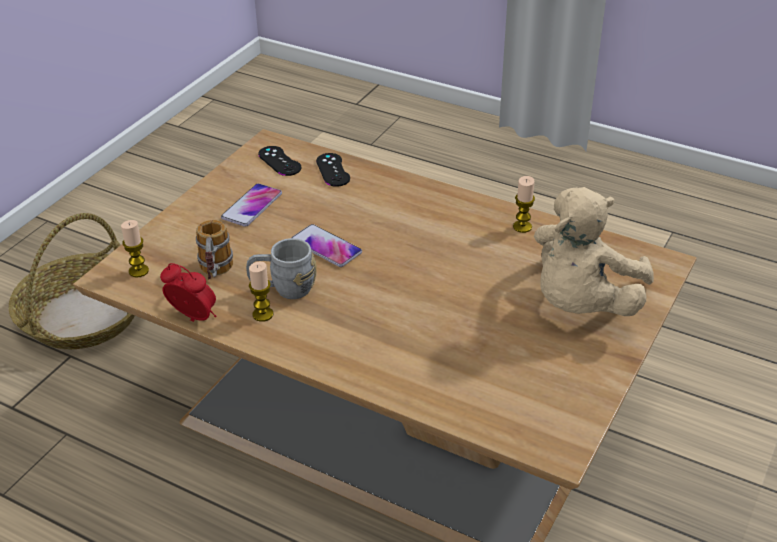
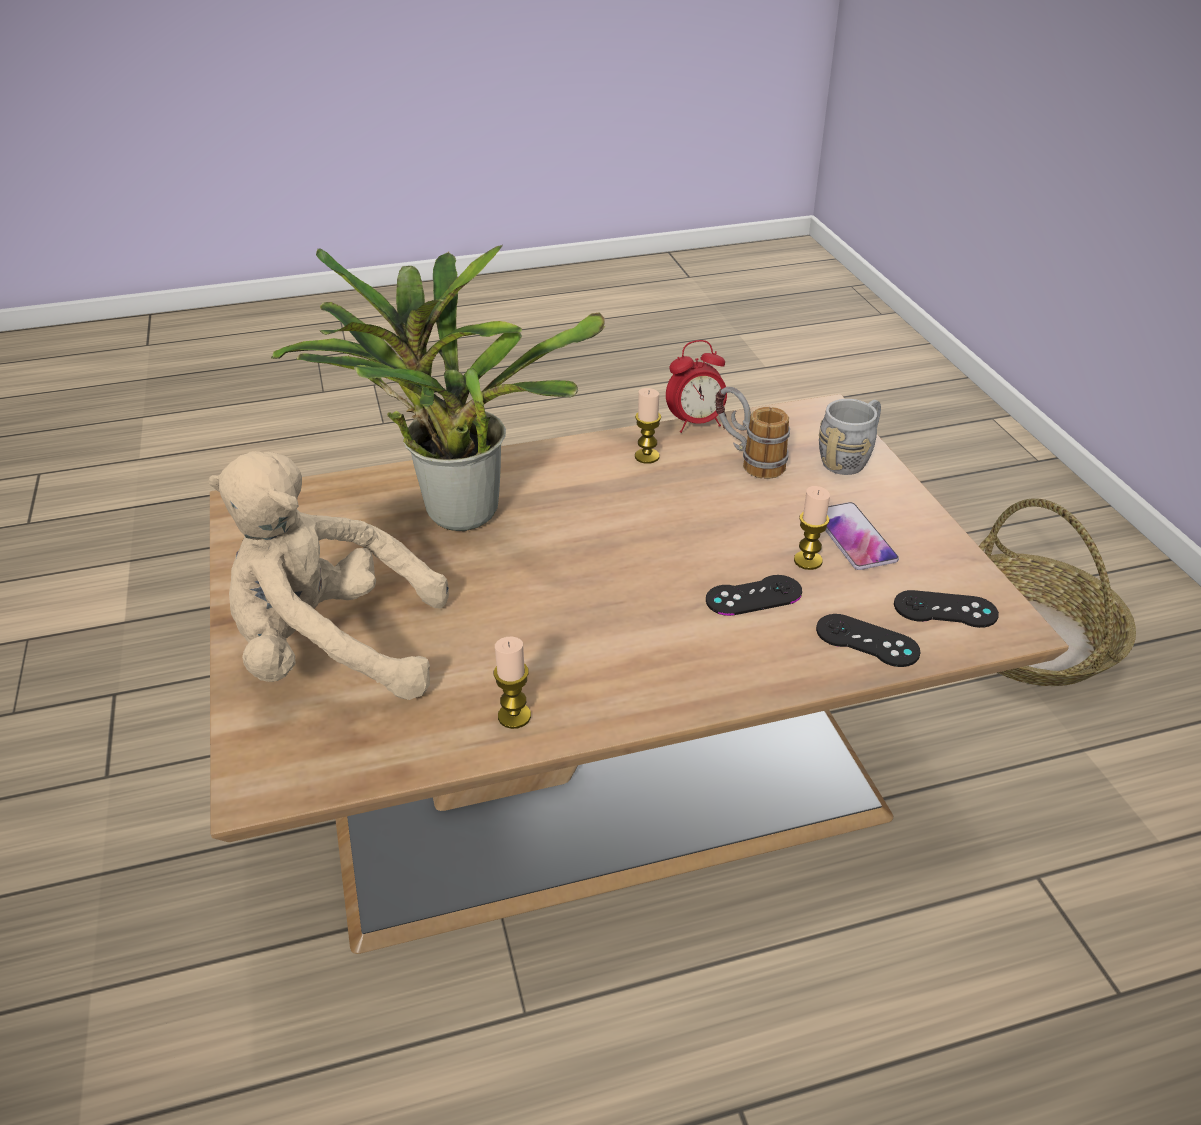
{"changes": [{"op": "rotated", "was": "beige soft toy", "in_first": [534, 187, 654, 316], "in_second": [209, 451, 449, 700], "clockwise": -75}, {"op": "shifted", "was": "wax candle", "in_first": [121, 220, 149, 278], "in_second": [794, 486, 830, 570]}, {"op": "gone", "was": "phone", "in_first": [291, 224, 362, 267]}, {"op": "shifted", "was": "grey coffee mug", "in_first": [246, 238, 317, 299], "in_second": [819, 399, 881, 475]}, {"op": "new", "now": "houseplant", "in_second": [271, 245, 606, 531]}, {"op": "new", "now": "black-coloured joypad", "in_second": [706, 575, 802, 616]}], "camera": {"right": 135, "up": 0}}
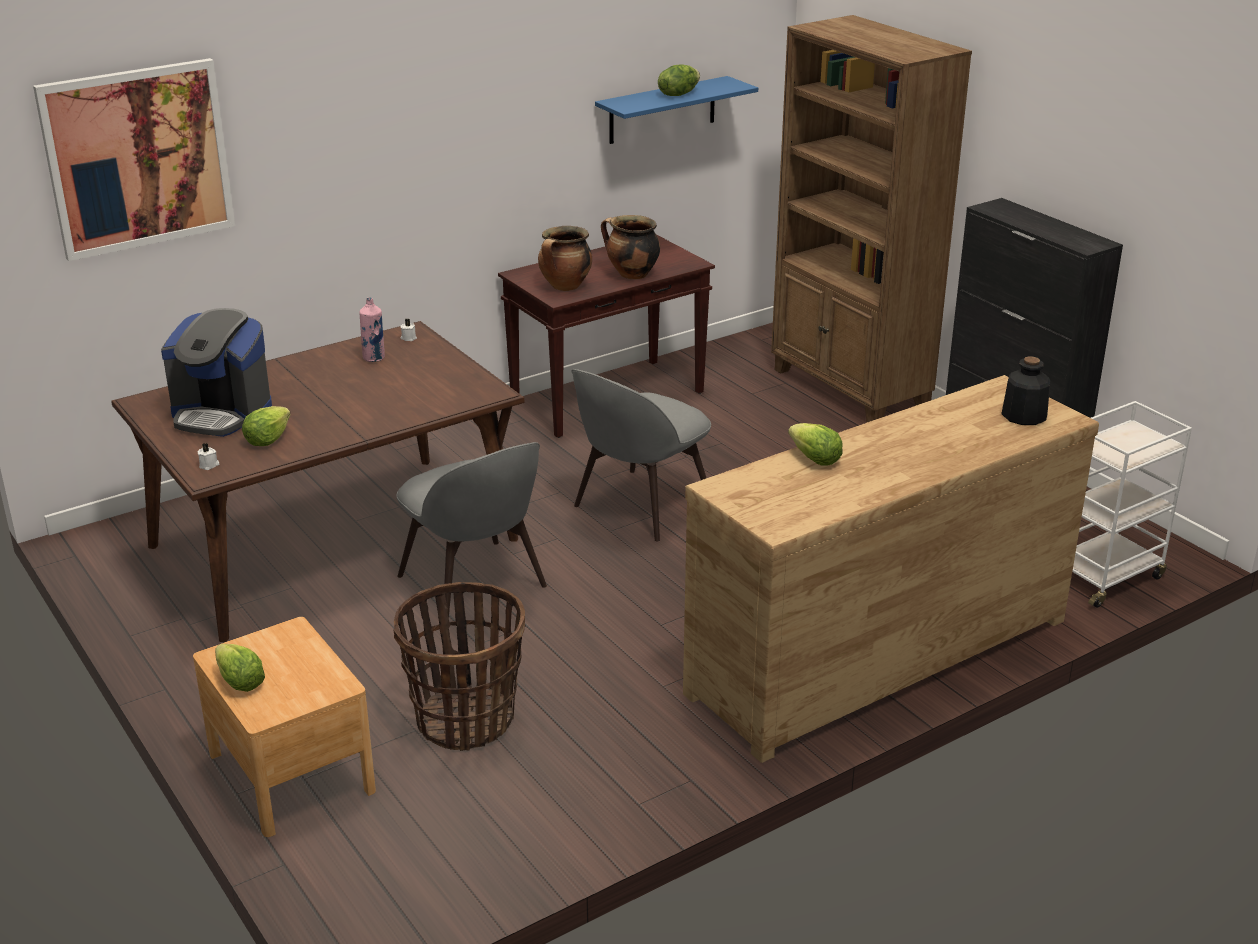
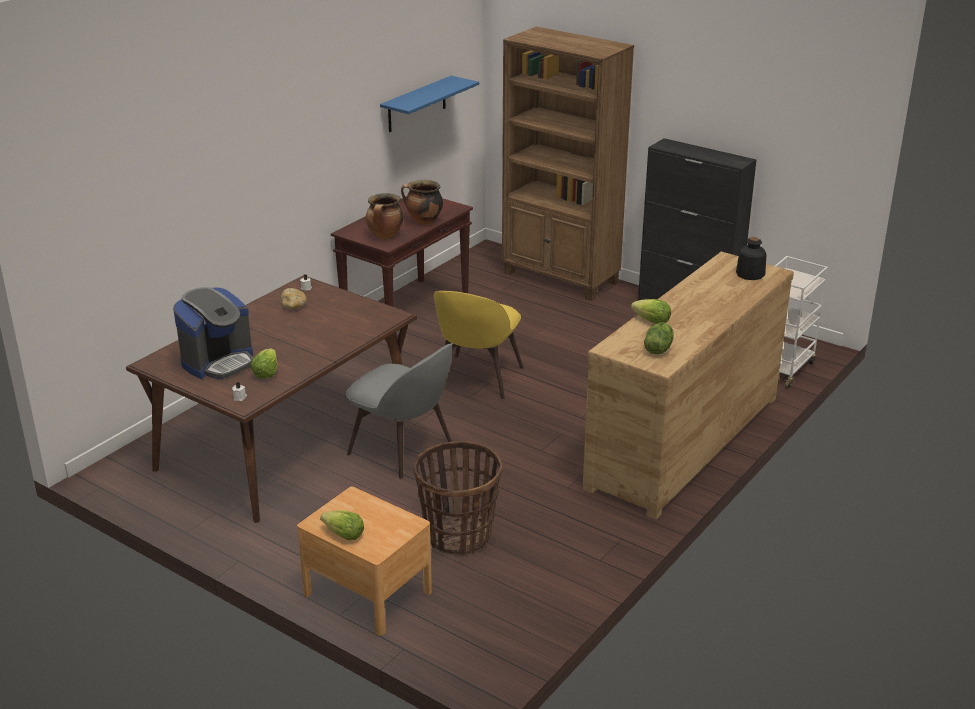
{"changes": [{"op": "gone", "was": "wall picture", "in_first": [33, 58, 235, 261]}, {"op": "shifted", "was": "lettuce head", "in_first": [658, 64, 700, 96], "in_second": [644, 322, 674, 354]}, {"op": "swapped", "was": "pink beverage bottle", "now": "baked bread", "in_first": [359, 297, 385, 362], "in_second": [281, 288, 307, 309]}, {"op": "rotated", "was": "coffee machine", "in_first": [161, 308, 272, 437], "in_second": [173, 287, 253, 379], "clockwise": -45}, {"op": "repainted", "was": "grey upright chair", "now": "yellowish upright chair", "in_first": [571, 369, 711, 542], "in_second": [434, 291, 523, 399]}], "camera": {"right": -20, "up": 0}}
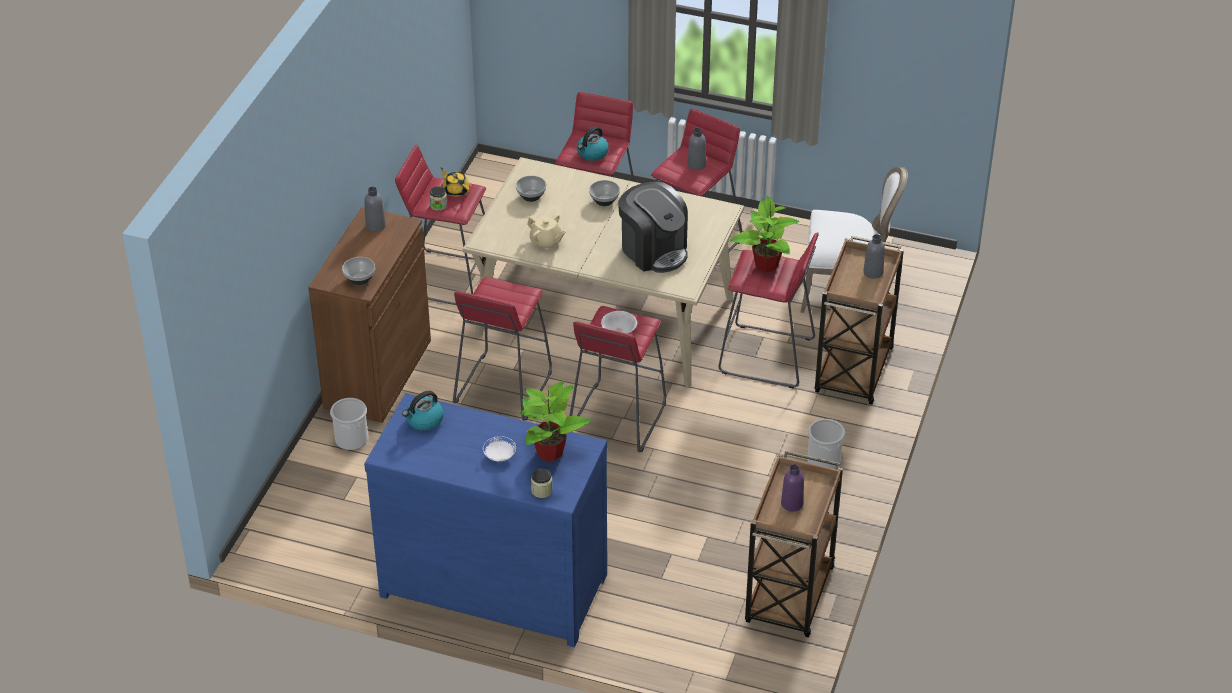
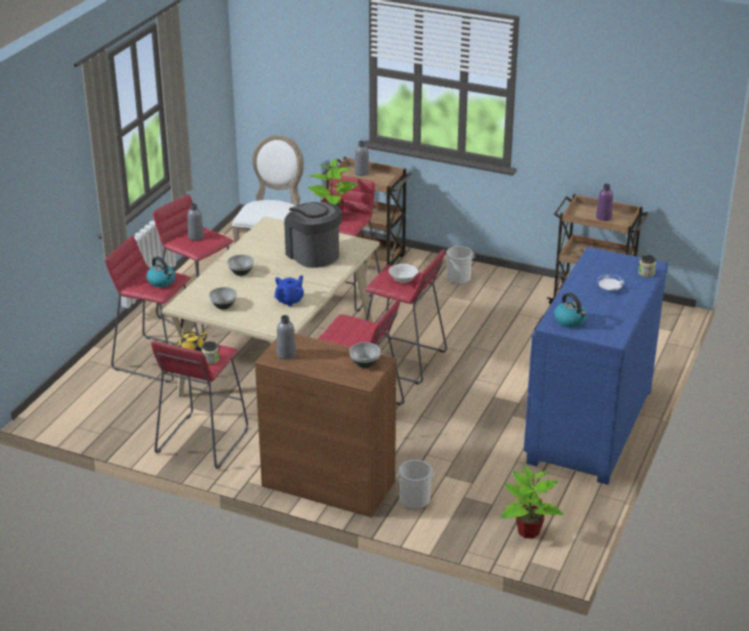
{"changes": [{"op": "rotated", "was": "coffee machine", "in_first": [618, 182, 688, 273], "in_second": [284, 202, 342, 268], "clockwise": -90}, {"op": "repainted", "was": "beige tea pot", "now": "blue-coloured tea pot", "in_first": [527, 214, 565, 250], "in_second": [274, 275, 304, 307]}, {"op": "shifted", "was": "houseplant", "in_first": [520, 381, 591, 461], "in_second": [501, 466, 563, 539]}], "camera": {"right": -85, "up": -10}}
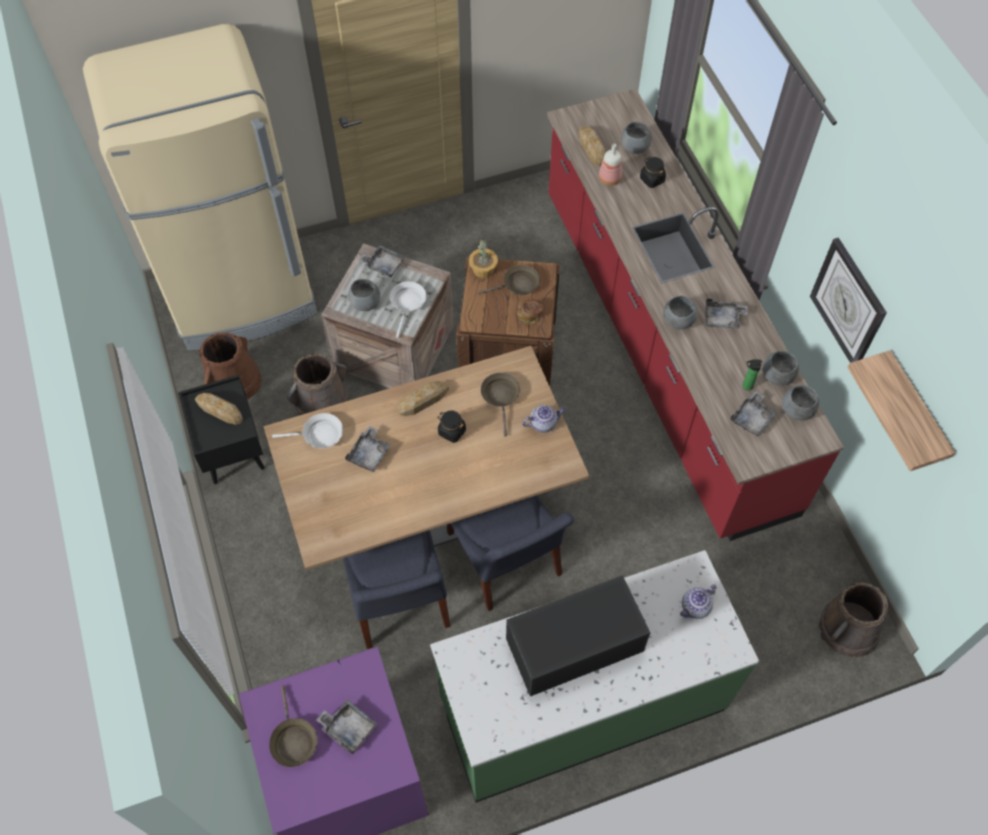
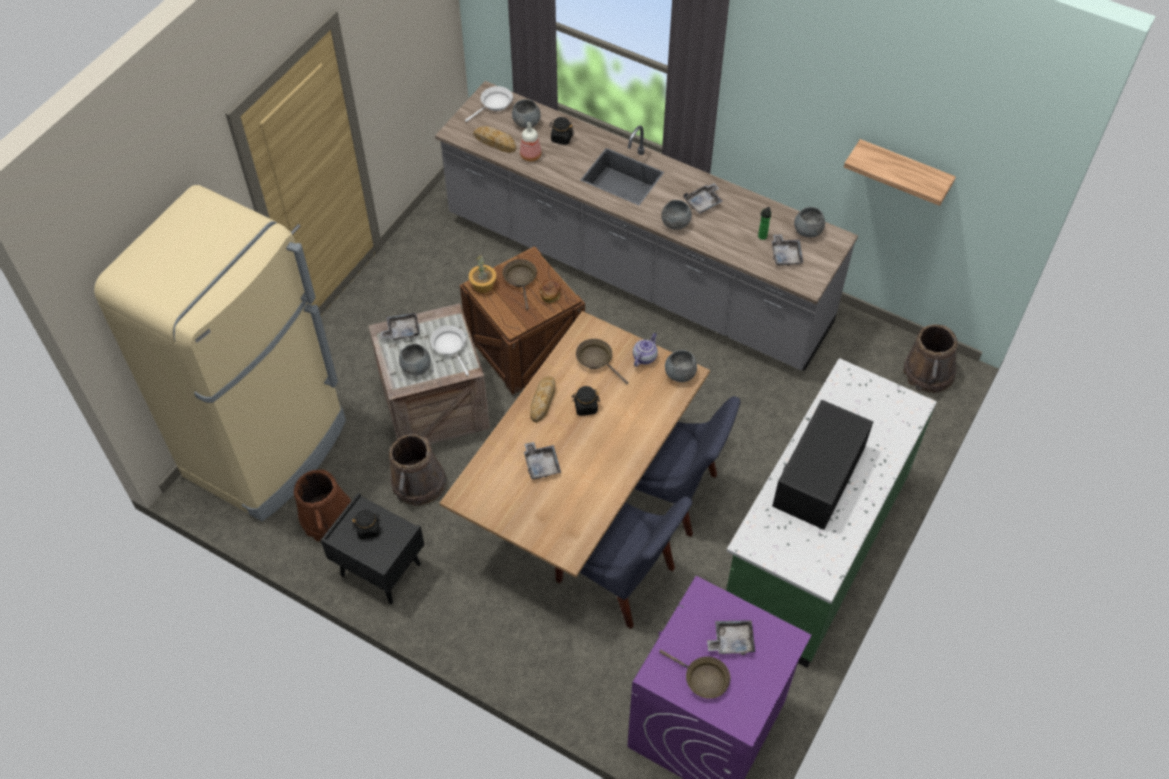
{"changes": [{"op": "repainted", "was": "red-coloured counter", "now": "grey counter", "in_first": [547, 89, 844, 541], "in_second": [435, 81, 858, 371]}, {"op": "gone", "was": "hanging clock", "in_first": [810, 238, 887, 363]}, {"op": "rotated", "was": "brownish pan", "in_first": [478, 265, 540, 295], "in_second": [503, 259, 537, 310], "clockwise": -45}, {"op": "shifted", "was": "grey deep dish", "in_first": [763, 351, 799, 386], "in_second": [665, 350, 697, 382]}, {"op": "swapped", "was": "baked bread", "now": "black-coloured storage jar", "in_first": [195, 393, 243, 425], "in_second": [352, 510, 381, 539]}, {"op": "shifted", "was": "white-coloured pan", "in_first": [272, 413, 343, 448], "in_second": [465, 86, 513, 122]}, {"op": "gone", "was": "tea pot", "in_first": [680, 584, 717, 619]}], "camera": {"right": -40, "up": -5}}
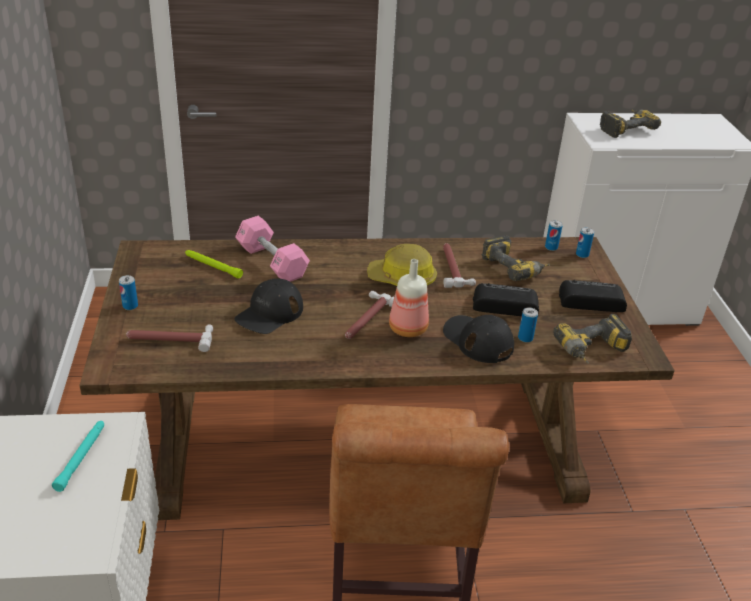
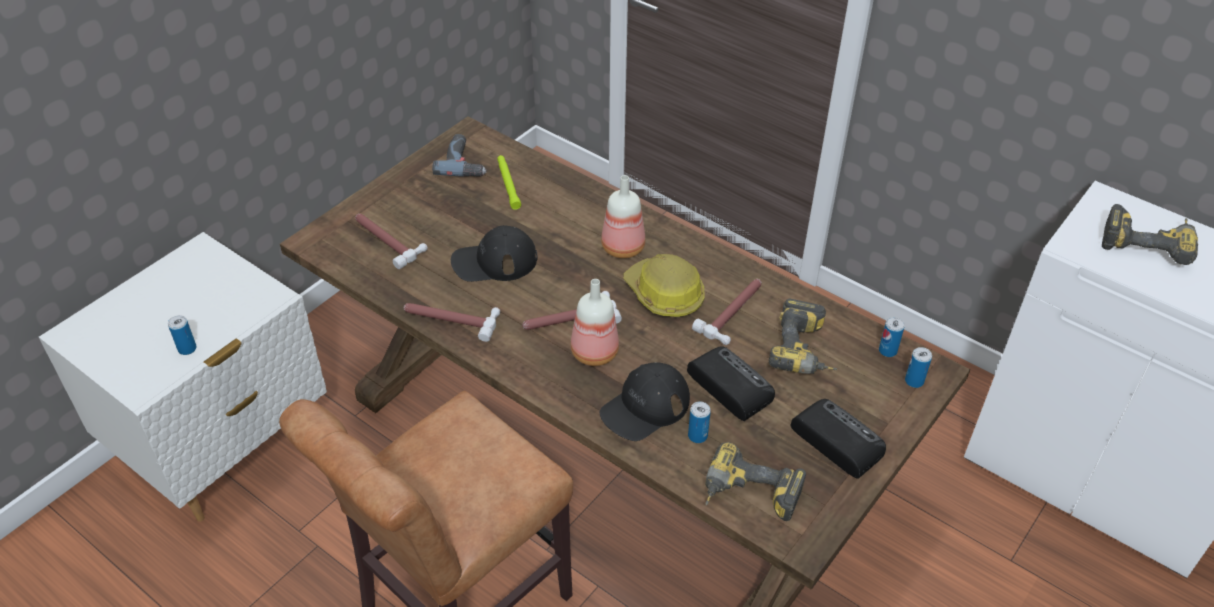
{"changes": [{"op": "gone", "was": "pink hand weight", "in_first": [235, 216, 310, 282]}, {"op": "shifted", "was": "can", "in_first": [119, 275, 138, 310], "in_second": [168, 315, 197, 355]}, {"op": "rotated", "was": "black-coloured peaked cap", "in_first": [443, 315, 514, 363], "in_second": [600, 362, 690, 441], "clockwise": -135}, {"op": "gone", "was": "turquoise hand torch", "in_first": [52, 421, 104, 492]}, {"op": "new", "now": "power drill", "in_second": [432, 134, 487, 177]}, {"op": "new", "now": "beverage bottle", "in_second": [601, 175, 645, 258]}, {"op": "new", "now": "hand hammer", "in_second": [404, 303, 500, 342]}], "camera": {"right": 45, "up": 10}}
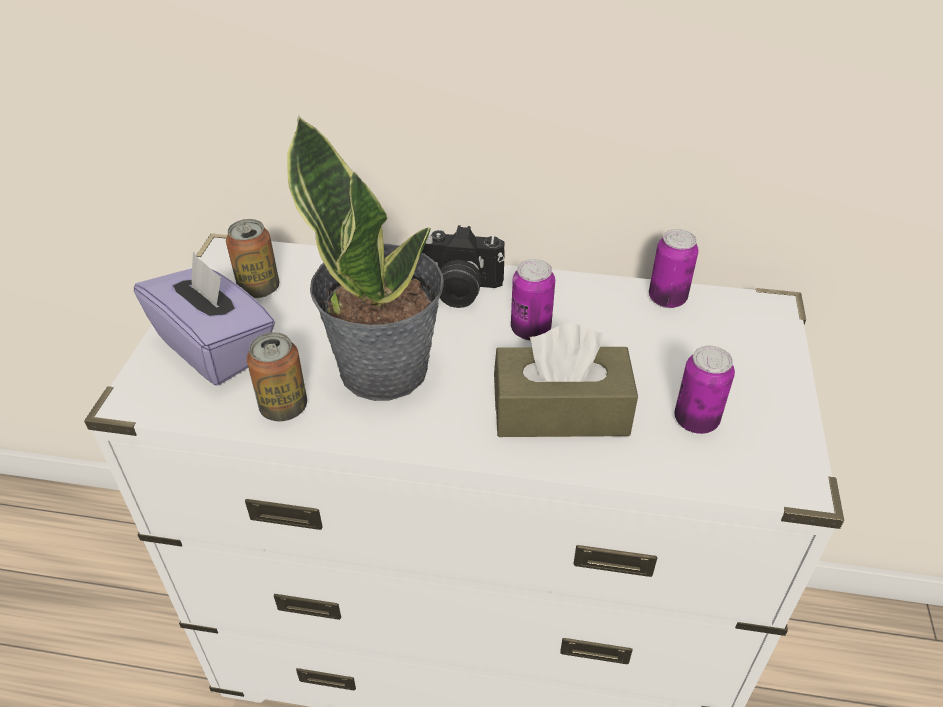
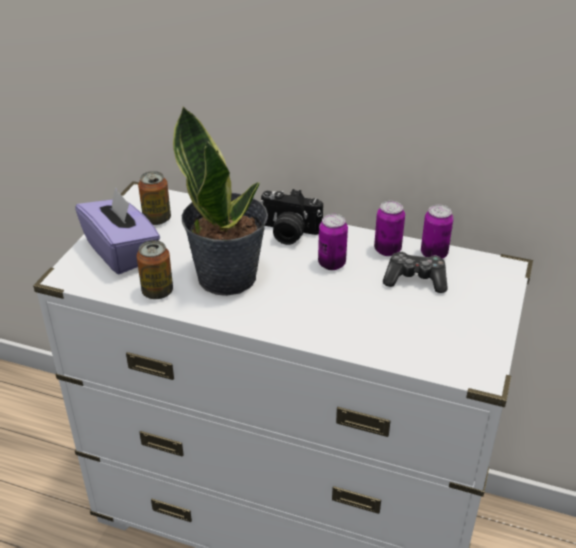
{"changes": [{"op": "gone", "was": "brownish tissue box", "in_first": [494, 323, 638, 437]}, {"op": "shifted", "was": "can", "in_first": [674, 346, 735, 434], "in_second": [374, 201, 405, 256]}, {"op": "new", "now": "joypad", "in_second": [383, 252, 448, 293]}], "camera": {"right": 10, "up": -5}}
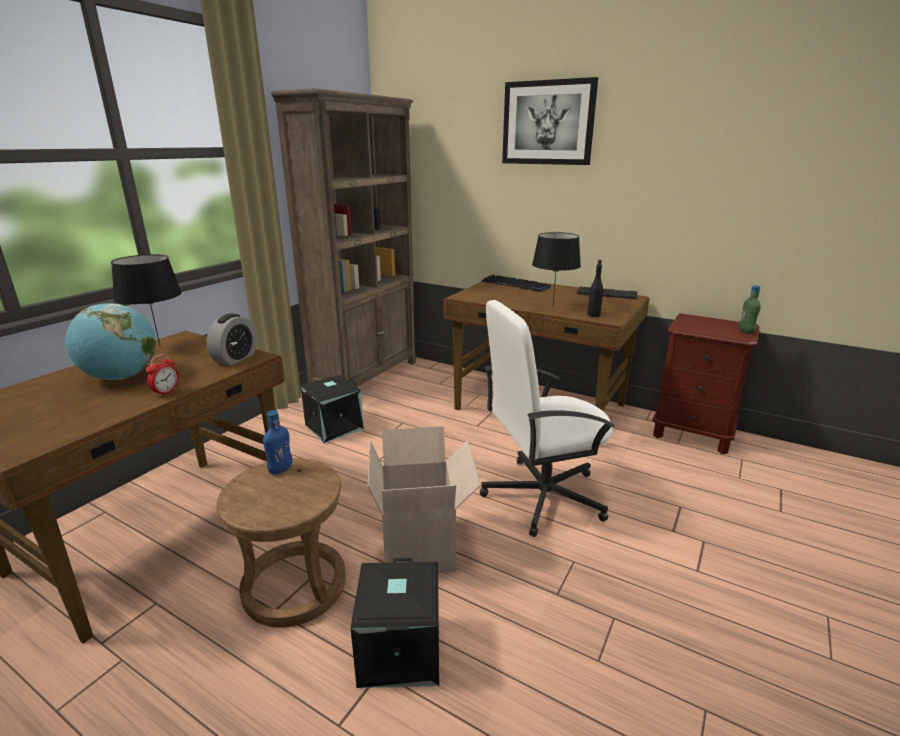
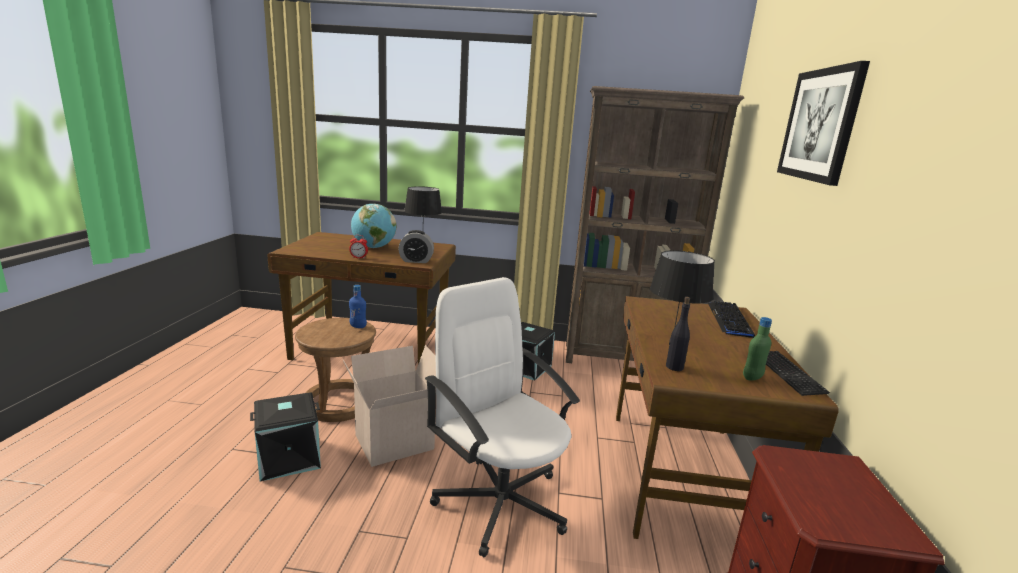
{"changes": [{"op": "shifted", "was": "greenish beverage bottle", "in_first": [739, 285, 761, 334], "in_second": [743, 317, 772, 381]}], "camera": {"right": 65, "up": -5}}
